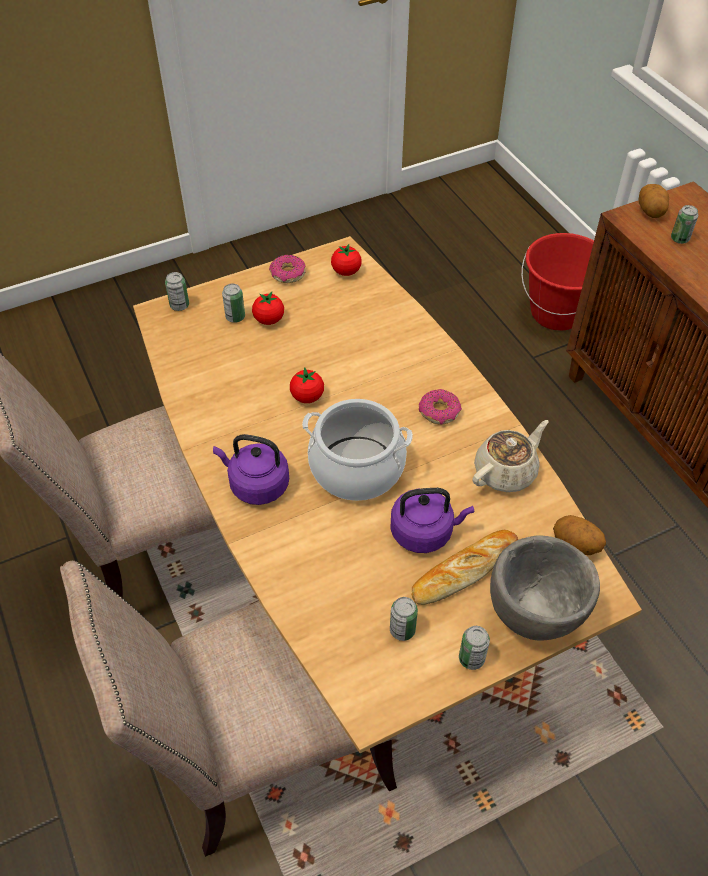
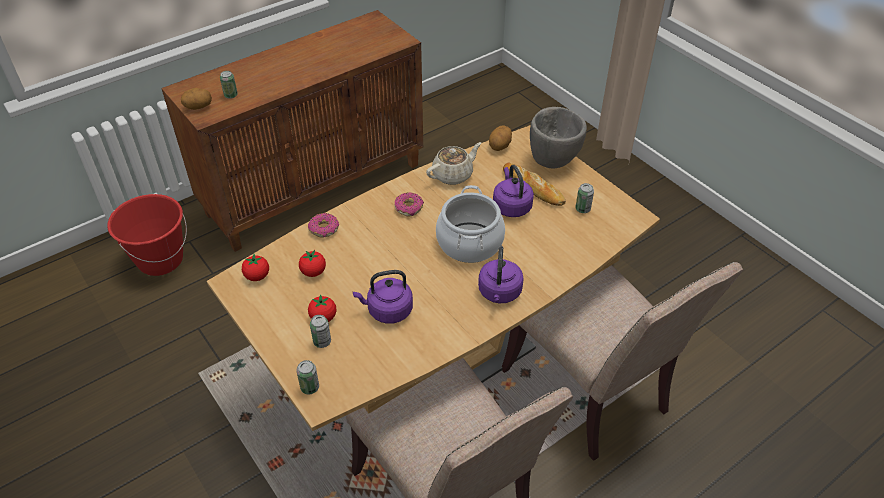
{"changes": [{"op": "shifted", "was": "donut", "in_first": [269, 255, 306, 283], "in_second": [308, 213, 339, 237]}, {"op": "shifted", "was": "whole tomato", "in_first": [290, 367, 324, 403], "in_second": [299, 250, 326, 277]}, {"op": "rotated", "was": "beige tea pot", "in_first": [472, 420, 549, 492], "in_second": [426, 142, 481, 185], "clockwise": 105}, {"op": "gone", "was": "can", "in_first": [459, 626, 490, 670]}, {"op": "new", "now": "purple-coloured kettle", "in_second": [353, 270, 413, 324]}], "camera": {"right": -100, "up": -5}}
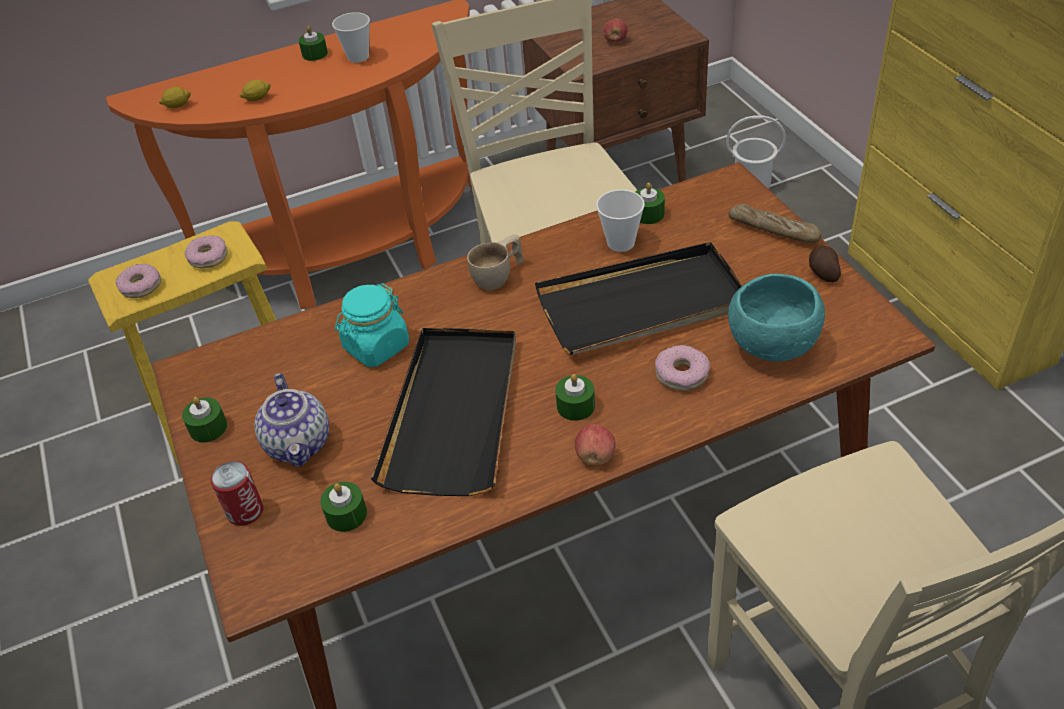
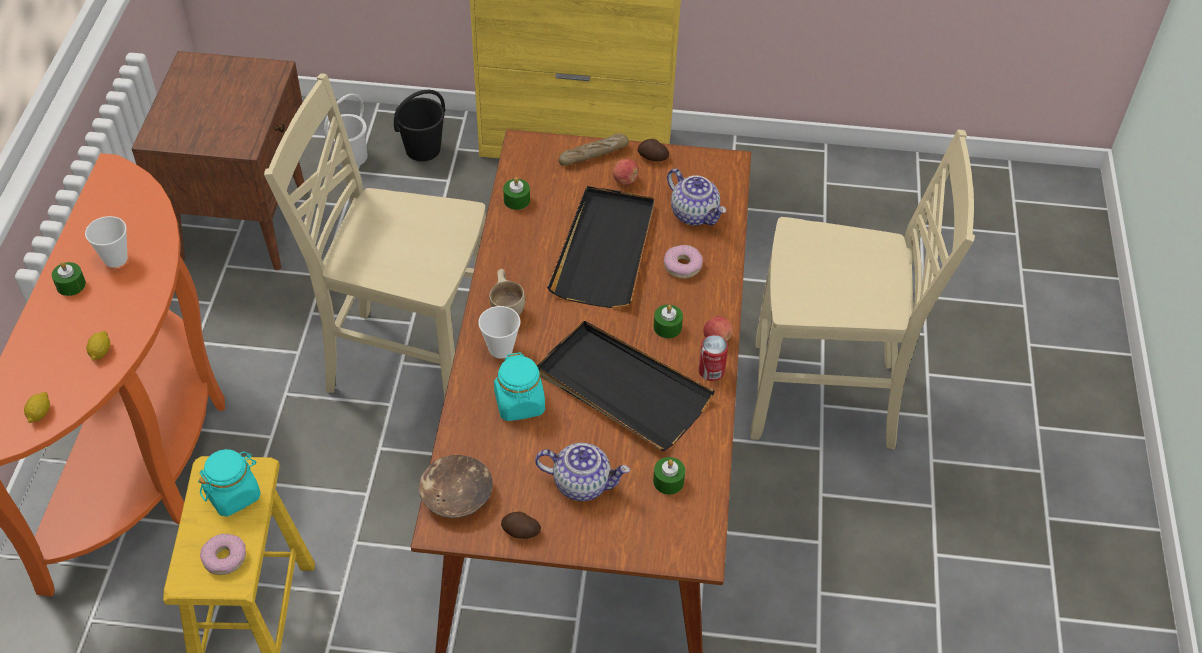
{"changes": [{"op": "shifted", "was": "apple", "in_first": [603, 19, 627, 43], "in_second": [613, 159, 639, 185]}, {"op": "shifted", "was": "drinking cup", "in_first": [596, 190, 645, 252], "in_second": [478, 306, 521, 359]}, {"op": "swapped", "was": "donut", "now": "turquoise storage jar", "in_first": [185, 235, 228, 268], "in_second": [198, 449, 261, 517]}, {"op": "swapped", "was": "turquoise deep dish", "now": "tea pot", "in_first": [728, 274, 825, 361], "in_second": [667, 169, 726, 226]}, {"op": "swapped", "was": "greenish wax candle", "now": "potato", "in_first": [182, 397, 227, 443], "in_second": [501, 512, 541, 539]}, {"op": "shifted", "was": "can", "in_first": [211, 461, 263, 526], "in_second": [698, 335, 728, 381]}, {"op": "new", "now": "black-coloured bucket", "in_second": [394, 90, 445, 161]}, {"op": "new", "now": "brownish deep dish", "in_second": [419, 455, 493, 518]}], "camera": {"right": -65, "up": 5}}
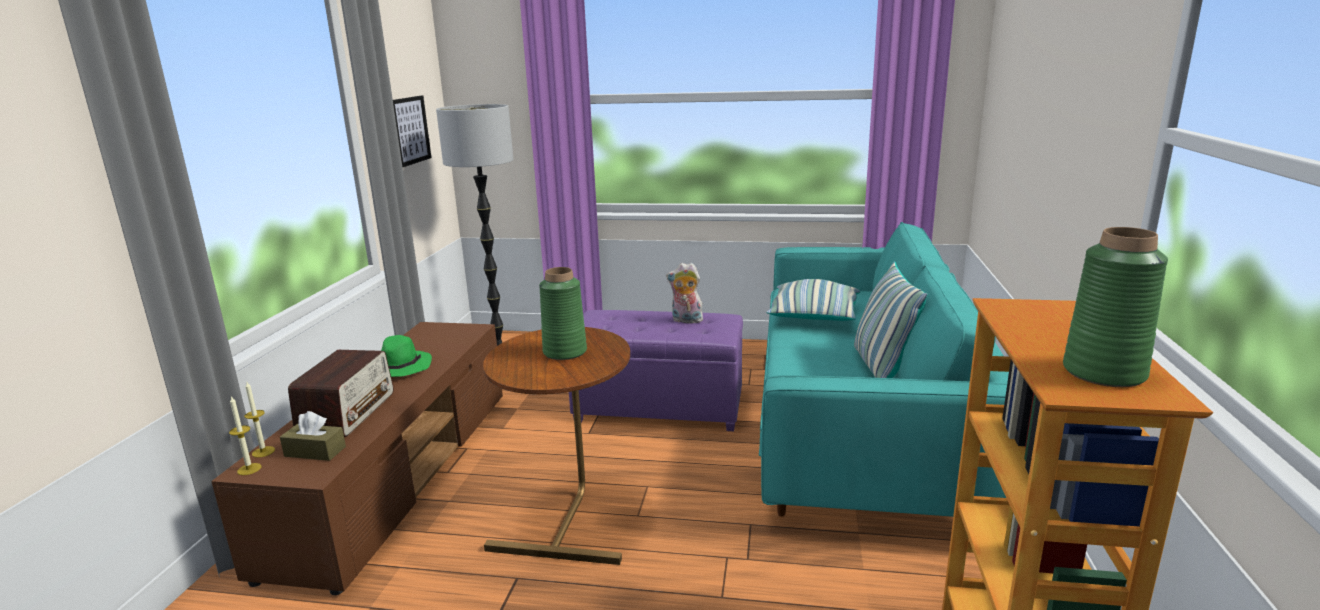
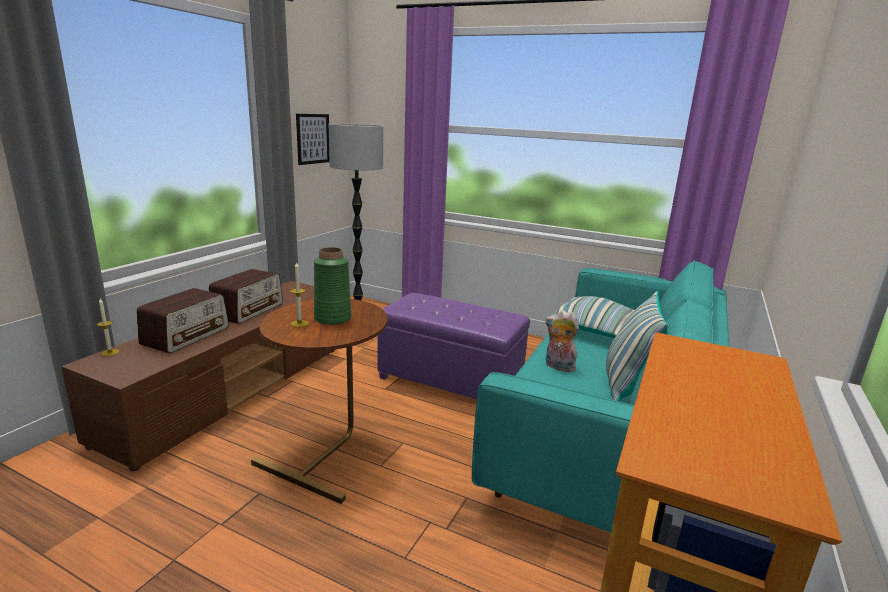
{"changes": [{"op": "gone", "was": "greenish flower vase", "in_first": [1063, 227, 1168, 387]}, {"op": "shifted", "was": "soft toy", "in_first": [666, 263, 705, 324], "in_second": [545, 310, 579, 372]}, {"op": "swapped", "was": "greenish hat", "now": "radio", "in_first": [381, 335, 432, 377], "in_second": [209, 269, 283, 324]}, {"op": "shifted", "was": "wax candle", "in_first": [229, 396, 261, 475], "in_second": [290, 261, 308, 327]}, {"op": "gone", "was": "brownish tissue box", "in_first": [280, 411, 346, 461]}], "camera": {"right": 15, "up": 0}}
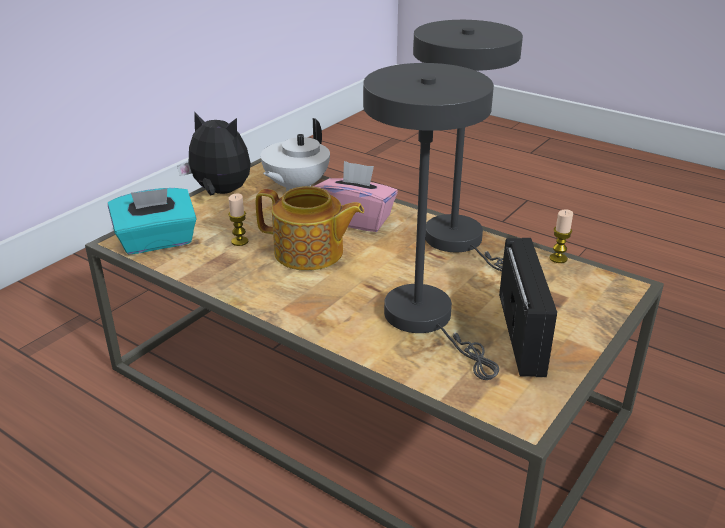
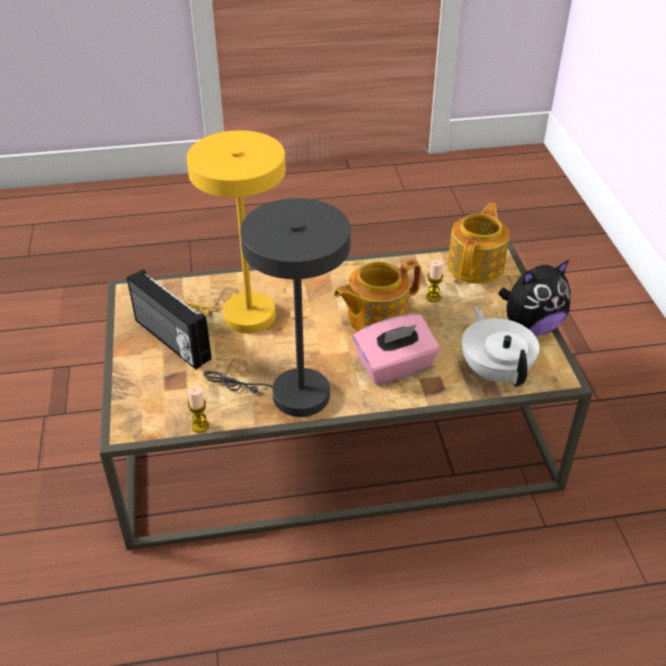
{"changes": [{"op": "repainted", "was": "grey lamp for a table", "now": "yellowish lamp for a table", "in_first": [363, 63, 499, 380], "in_second": [182, 130, 286, 333]}, {"op": "swapped", "was": "turquoise tissue box", "now": "tea pot", "in_first": [108, 188, 197, 255], "in_second": [447, 203, 509, 284]}], "camera": {"right": 135, "up": 10}}
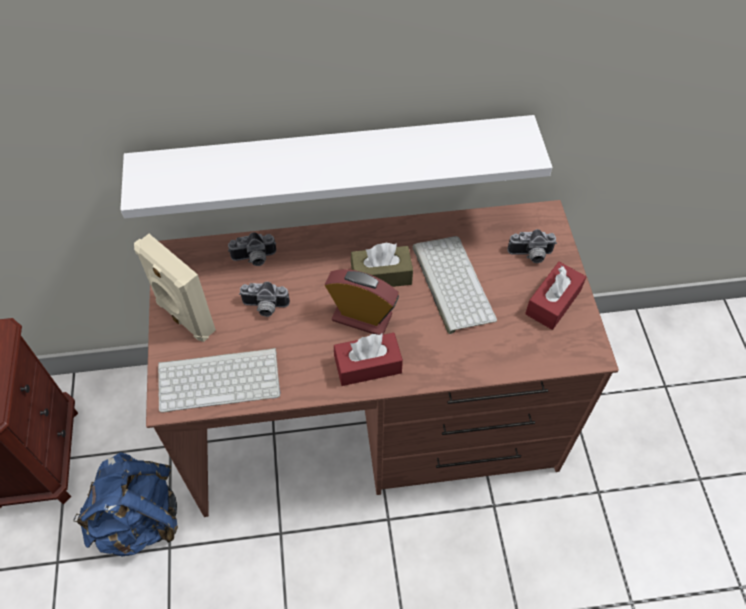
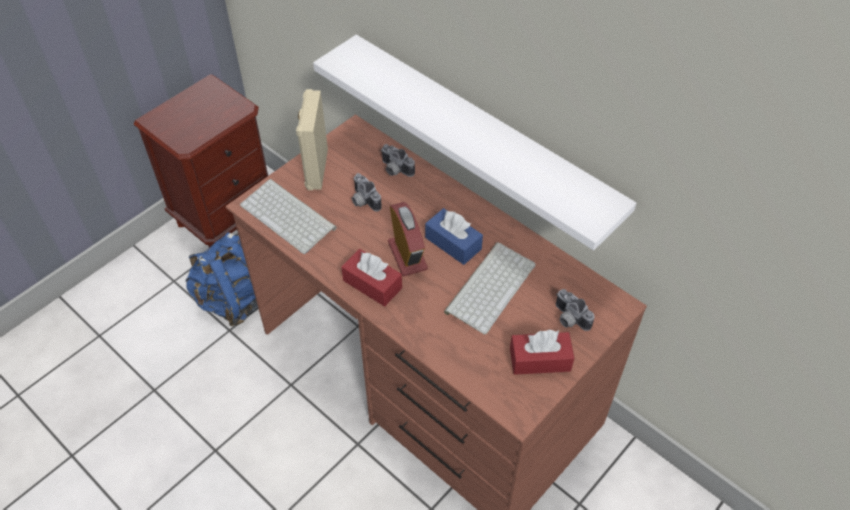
{"changes": [{"op": "repainted", "was": "brownish tissue box", "now": "blue-coloured tissue box", "in_first": [351, 243, 413, 287], "in_second": [425, 208, 483, 265]}], "camera": {"right": 50, "up": -5}}
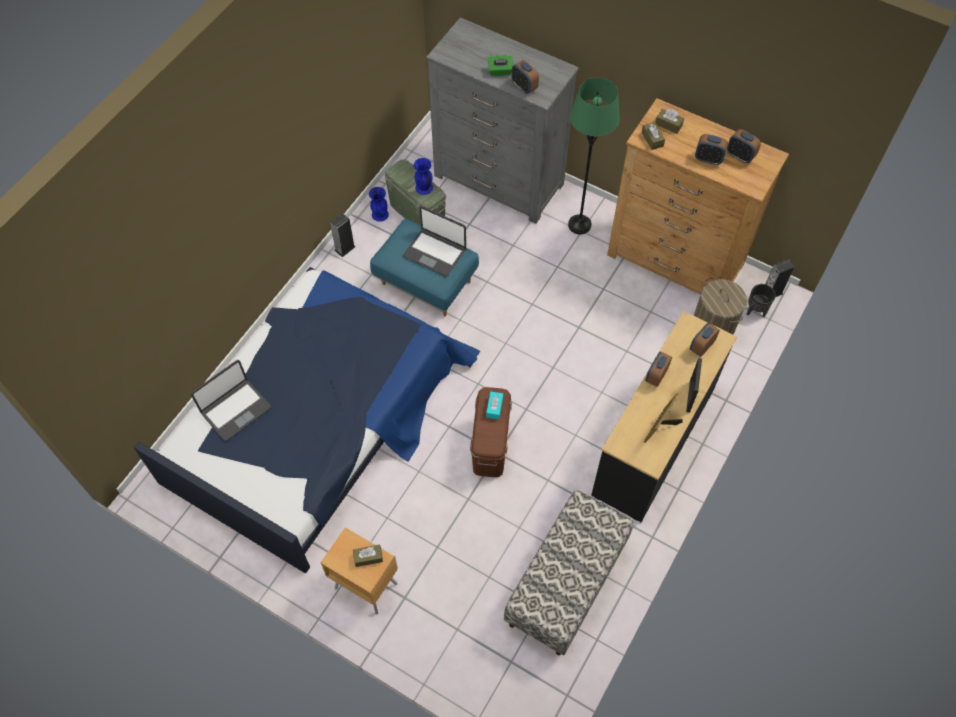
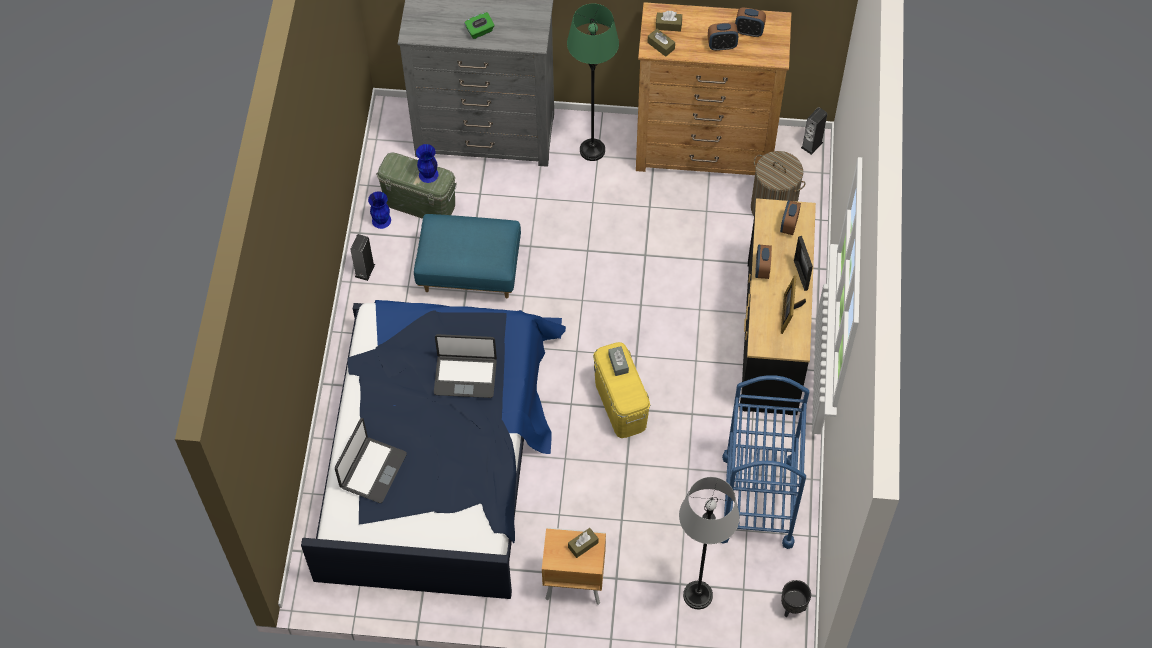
{"changes": [{"op": "gone", "was": "table clock", "in_first": [512, 60, 539, 94]}, {"op": "shifted", "was": "portable computer", "in_first": [403, 206, 466, 276], "in_second": [434, 334, 497, 398]}, {"op": "shifted", "was": "black-coloured flower pot", "in_first": [747, 284, 776, 317], "in_second": [781, 580, 811, 618]}, {"op": "repainted", "was": "brownish storage container", "now": "yellowish storage container", "in_first": [470, 387, 512, 477], "in_second": [593, 342, 650, 438]}, {"op": "repainted", "was": "turquoise tissue box", "now": "grey tissue box", "in_first": [486, 391, 503, 420], "in_second": [608, 346, 629, 376]}, {"op": "swapped", "was": "long seat", "now": "blue-coloured wheeled cart", "in_first": [504, 490, 634, 655], "in_second": [721, 375, 809, 549]}, {"op": "new", "now": "grey standard lamp", "in_second": [679, 477, 740, 609]}], "camera": {"right": -25, "up": 0}}
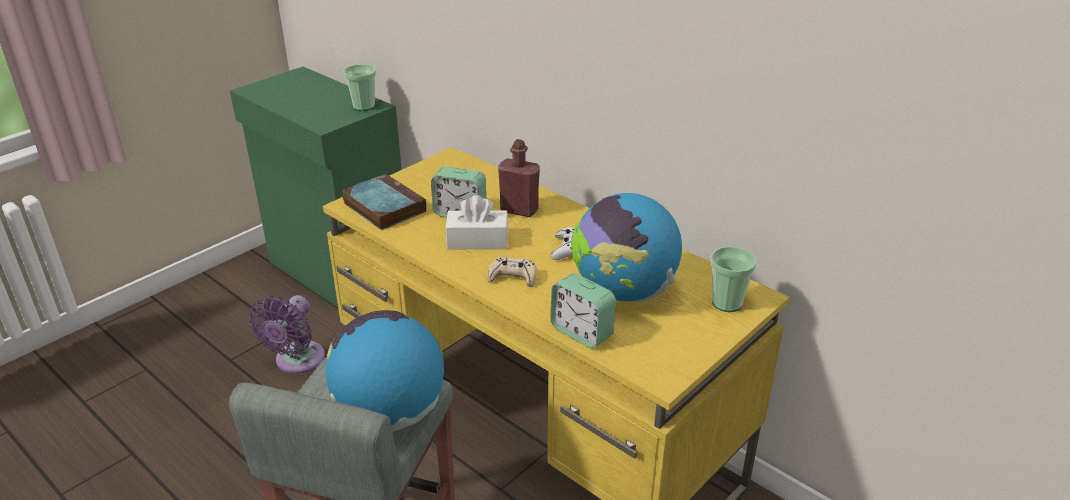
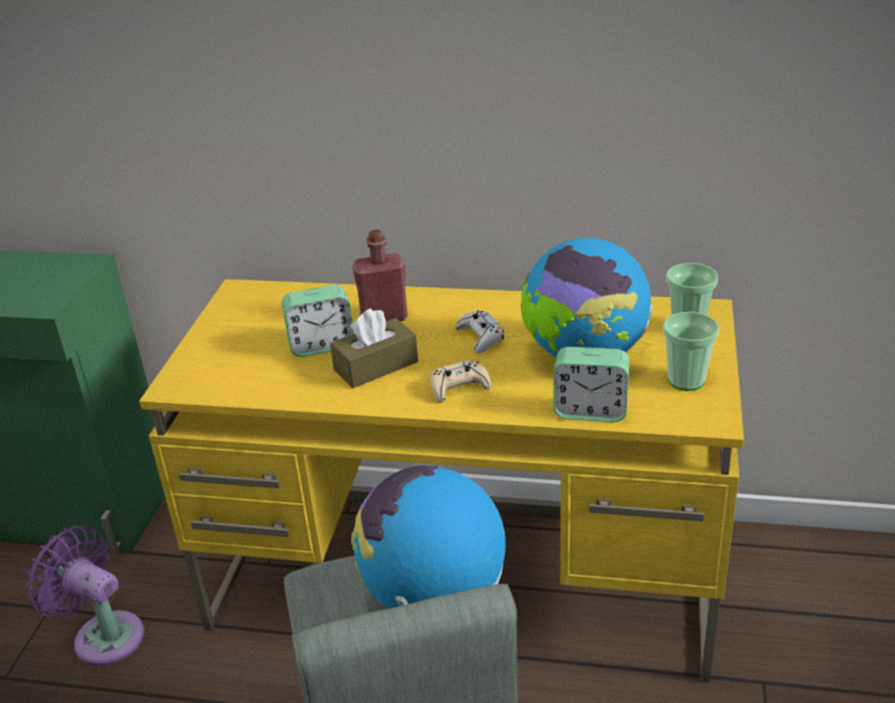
{"changes": [{"op": "shifted", "was": "drinking cup", "in_first": [344, 64, 376, 111], "in_second": [663, 312, 719, 391]}, {"op": "gone", "was": "bound book", "in_first": [342, 174, 426, 230]}, {"op": "repainted", "was": "white-coloured tissue box", "now": "brownish tissue box", "in_first": [446, 195, 508, 249], "in_second": [330, 308, 418, 388]}, {"op": "rotated", "was": "purple-coloured electric fan", "in_first": [249, 295, 325, 374], "in_second": [26, 526, 144, 666], "clockwise": 135}], "camera": {"right": -30, "up": 0}}
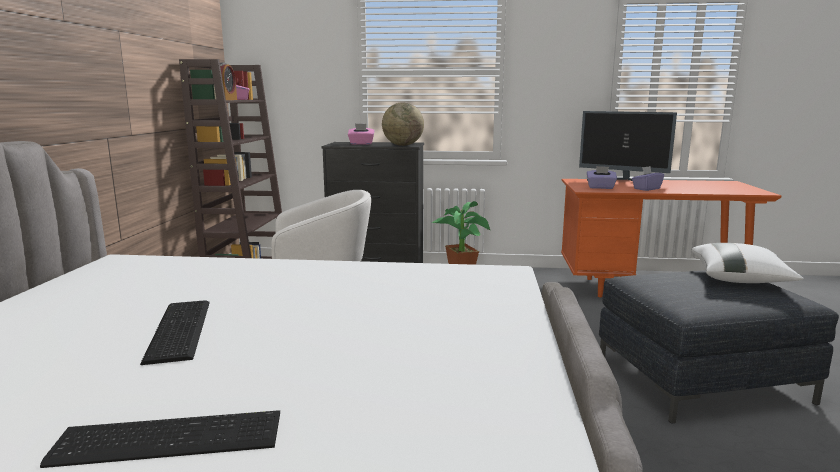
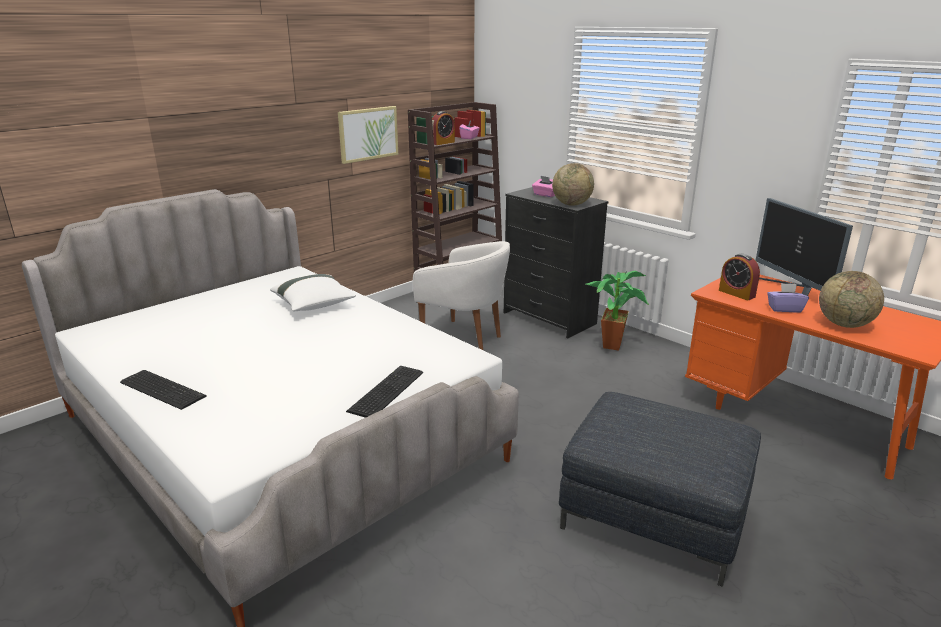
{"changes": [{"op": "swapped", "was": "purple-coloured tissue box", "now": "table clock", "in_first": [587, 166, 617, 189], "in_second": [719, 254, 760, 300]}, {"op": "shifted", "was": "white-coloured throw pillow", "in_first": [692, 243, 804, 283], "in_second": [270, 274, 356, 311]}, {"op": "shifted", "was": "keyboard", "in_first": [140, 300, 210, 365], "in_second": [346, 366, 423, 418]}, {"op": "new", "now": "wall picture", "in_second": [338, 106, 398, 164]}, {"op": "new", "now": "desk globe", "in_second": [819, 271, 884, 328]}], "camera": {"right": 40, "up": 10}}
